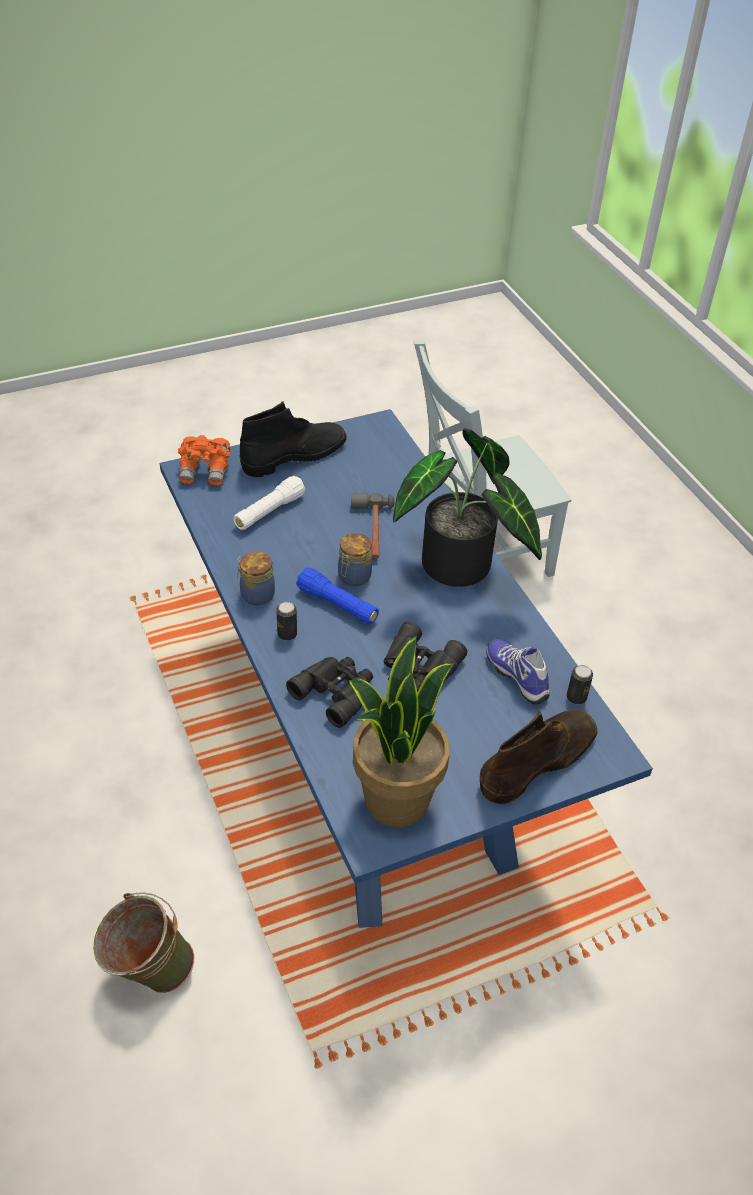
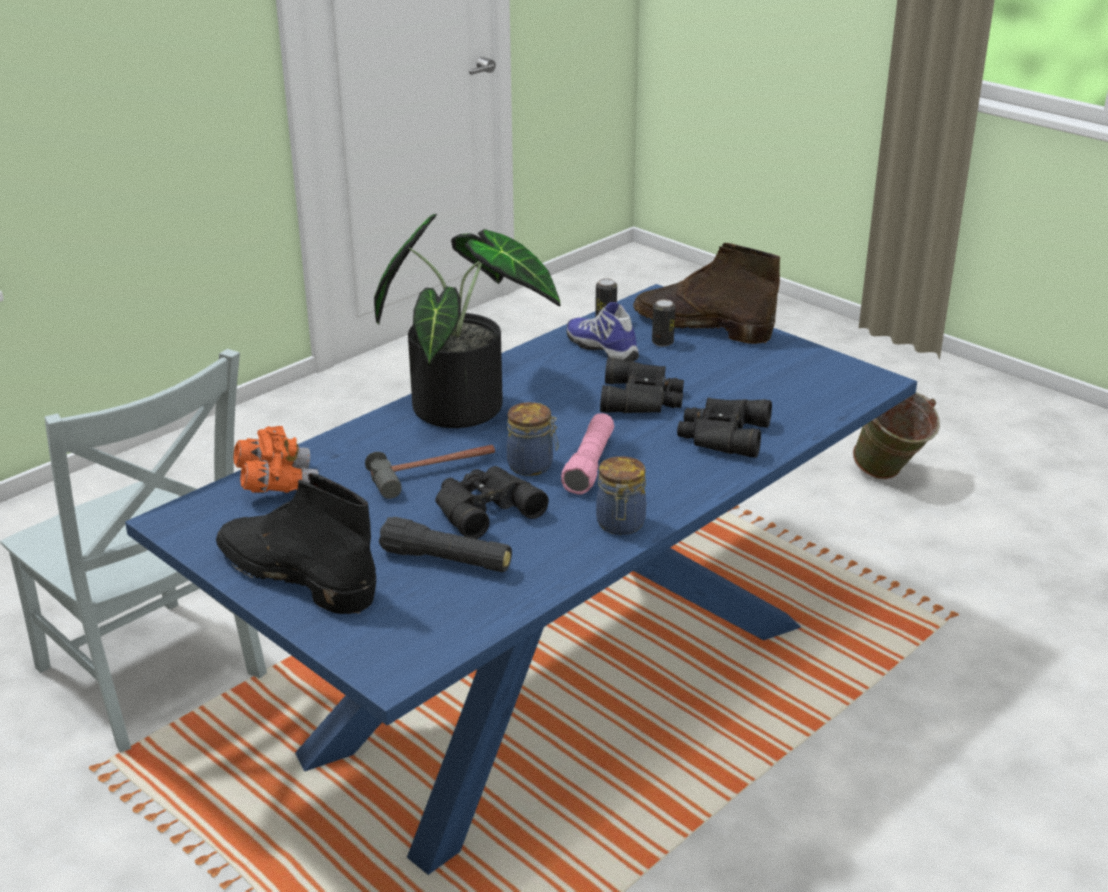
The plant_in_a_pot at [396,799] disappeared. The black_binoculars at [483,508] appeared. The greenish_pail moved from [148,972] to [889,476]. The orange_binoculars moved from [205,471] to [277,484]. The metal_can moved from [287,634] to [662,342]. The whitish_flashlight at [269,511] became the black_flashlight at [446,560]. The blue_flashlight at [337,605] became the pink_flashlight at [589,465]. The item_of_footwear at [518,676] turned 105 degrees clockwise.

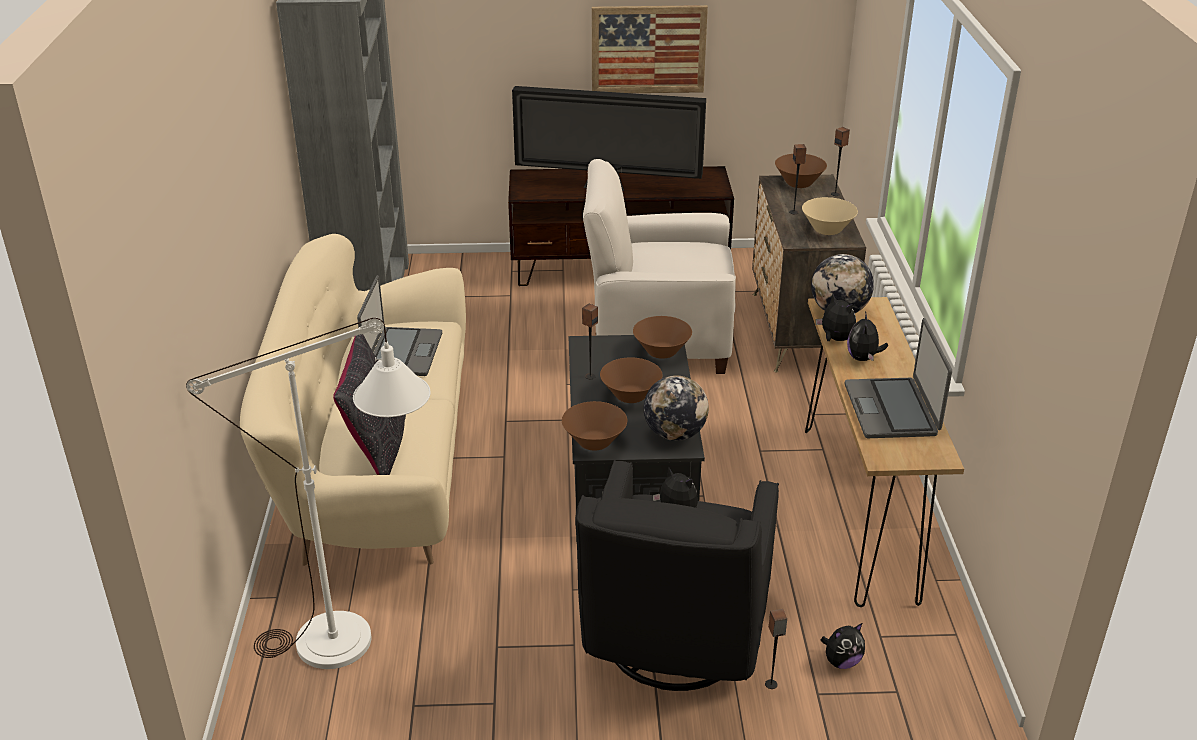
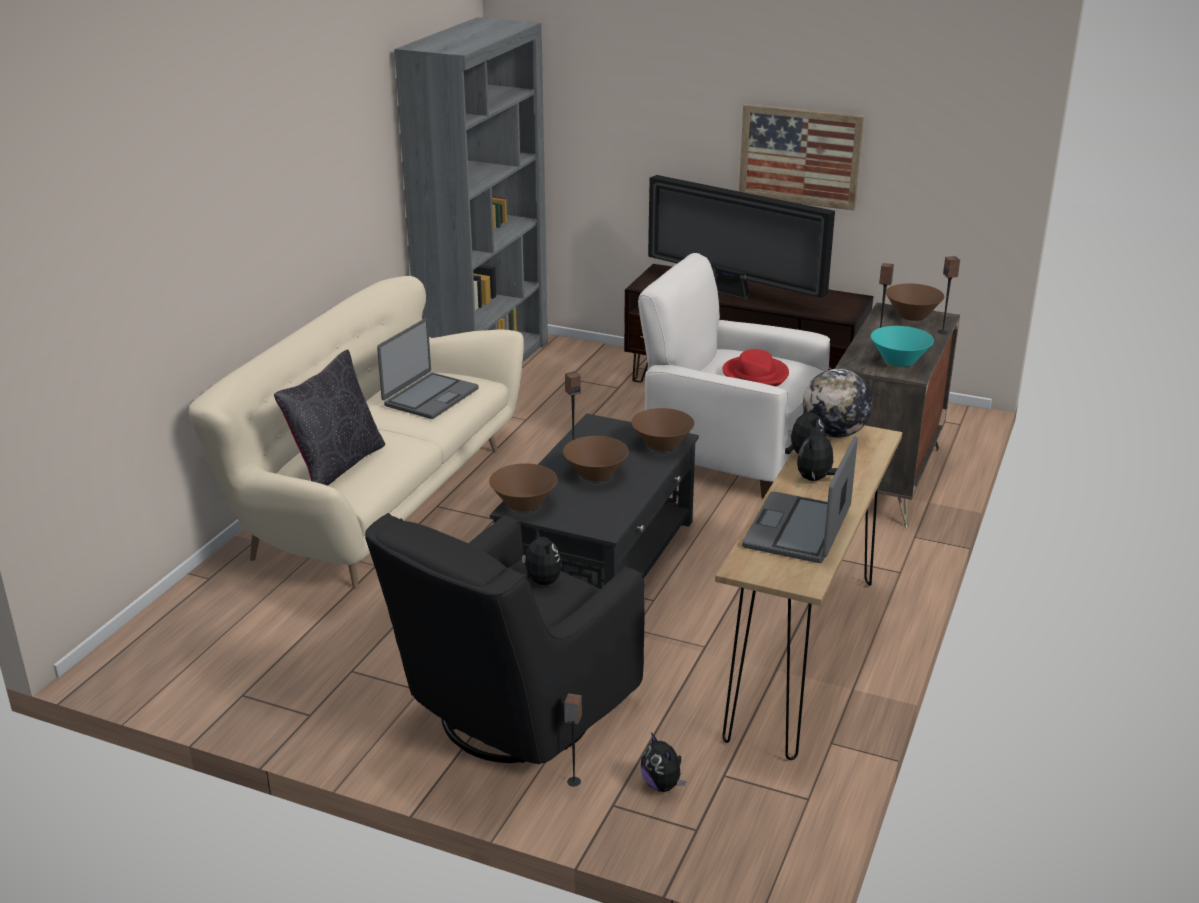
The whitish_standing_lamp at [356,641] disappeared. The world_globe at [674,434] disappeared. The red-coloured_wearable_hat at [755,375] appeared. The beige-coloured_deep_dish at [827,230] became the turquoise_deep_dish at [899,361]. The plush_toy at [841,661] turned 60 degrees clockwise.

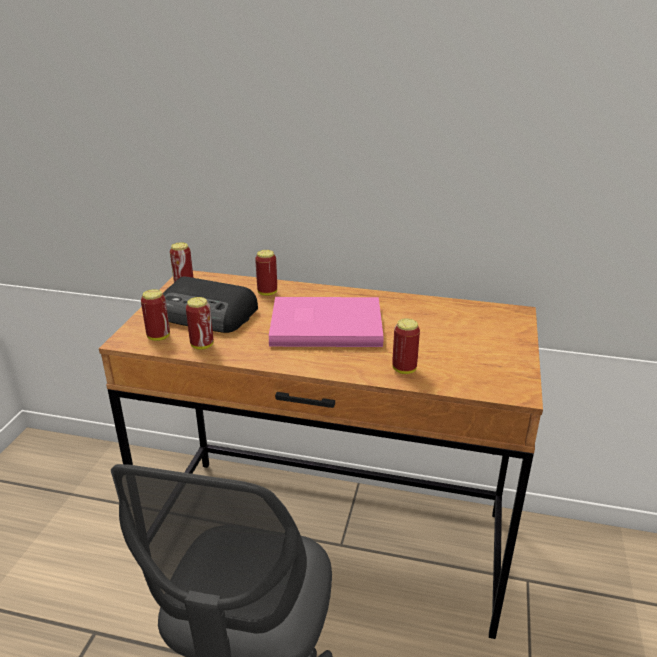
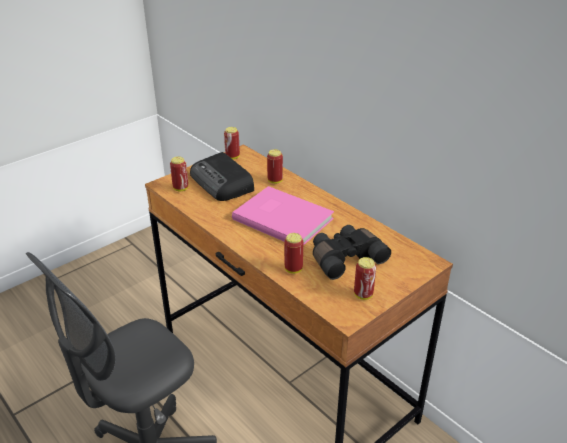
The black_binoculars at [345,258] appeared. The metal_can moved from [202,345] to [363,295].

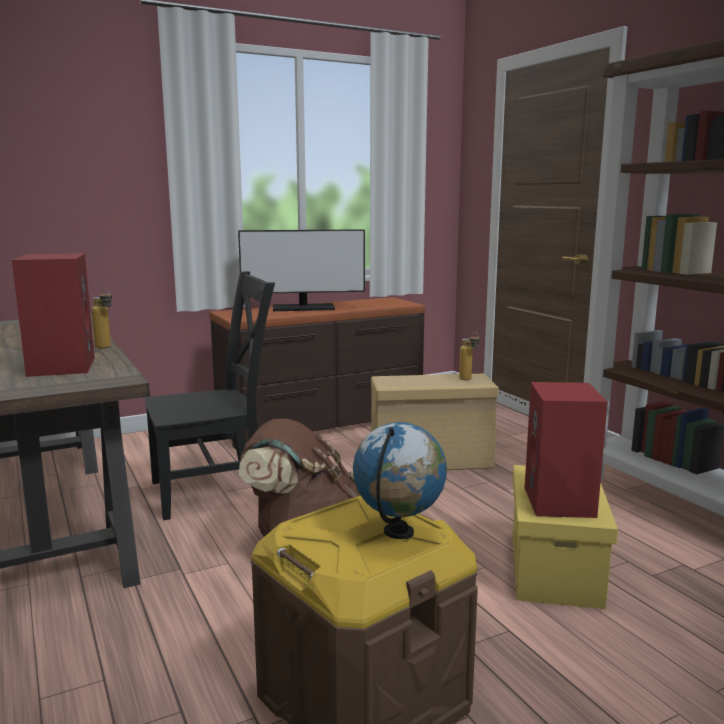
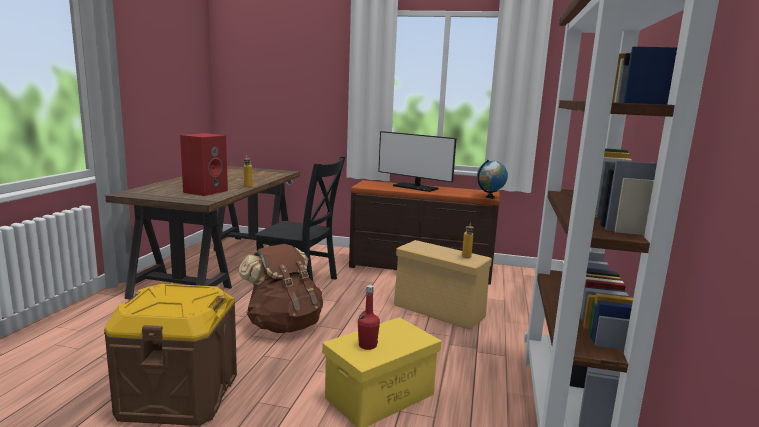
The world_globe moved from [399,533] to [490,197]. The red-coloured_loudspeaker at [561,503] was replaced by the red-coloured_drink_bottle at [367,345].

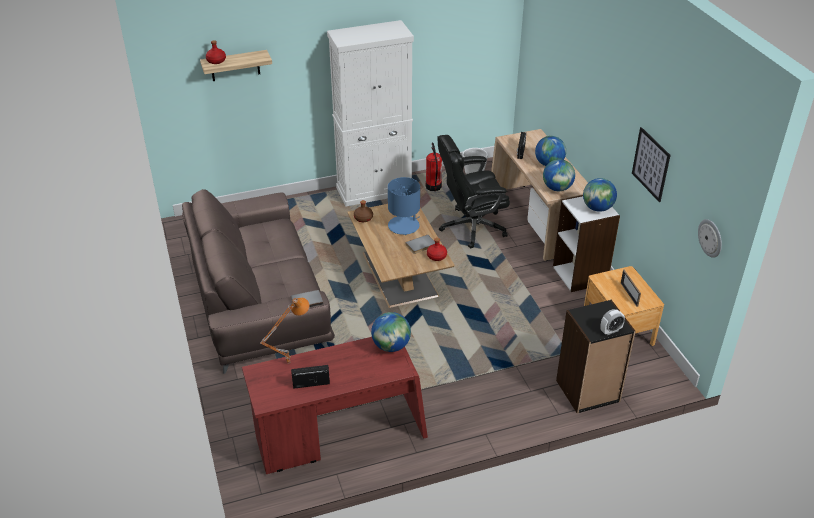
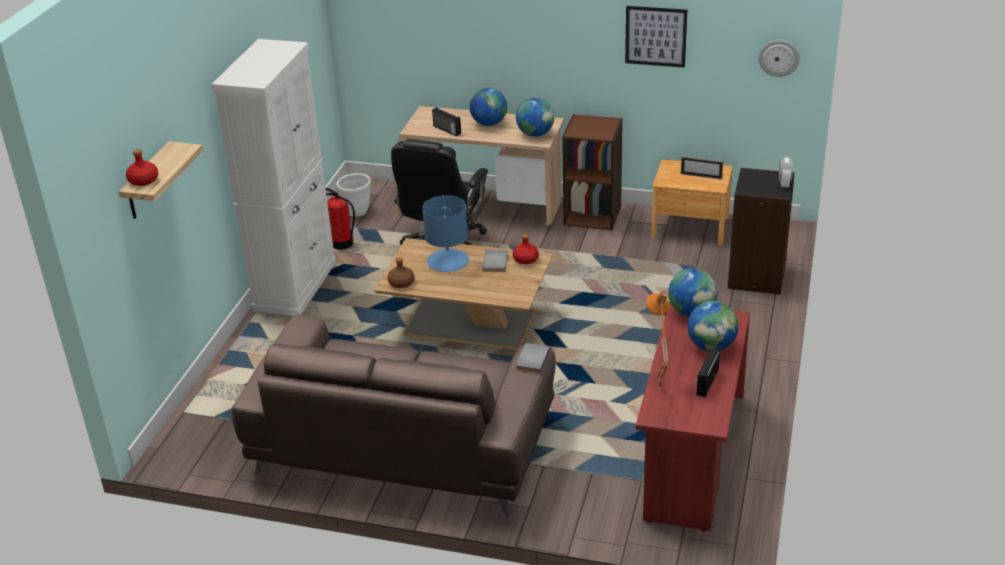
The world_globe moved from [597,208] to [711,346]. The whitish_shelving_unit at [580,275] became the brownish_shelving_unit at [592,215].

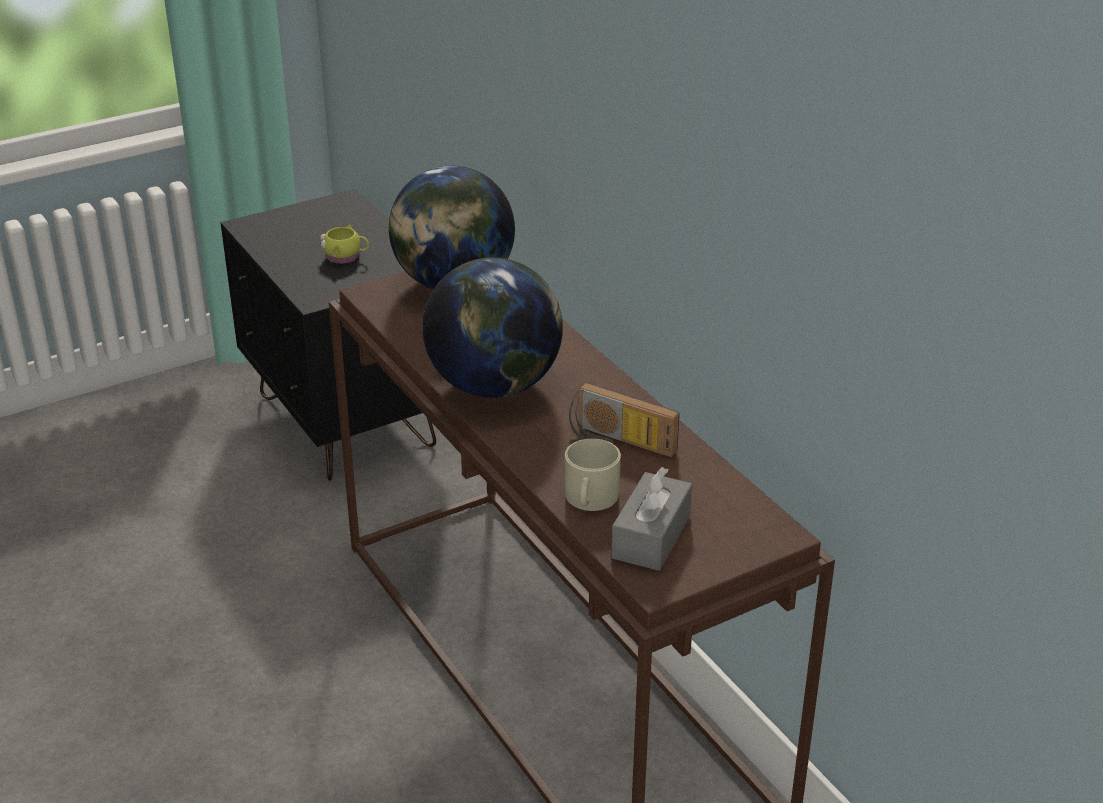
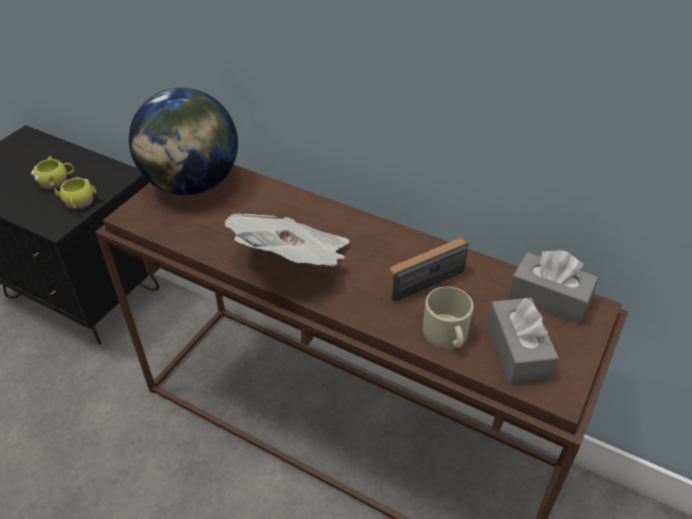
The yellow-coloured_mug at [79,203] appeared. The greyish_box_of_tissues at [549,298] appeared. The world_globe at [495,385] was replaced by the printed_paper at [294,261]. The radio at [619,443] turned 150 degrees clockwise.

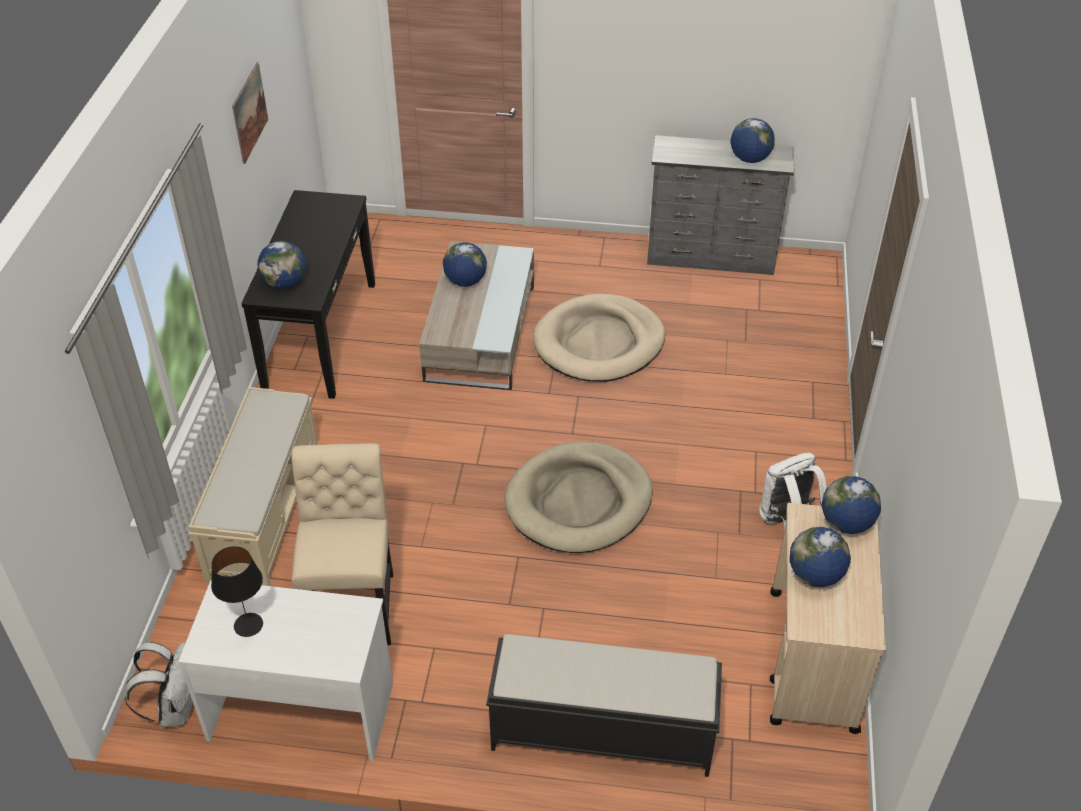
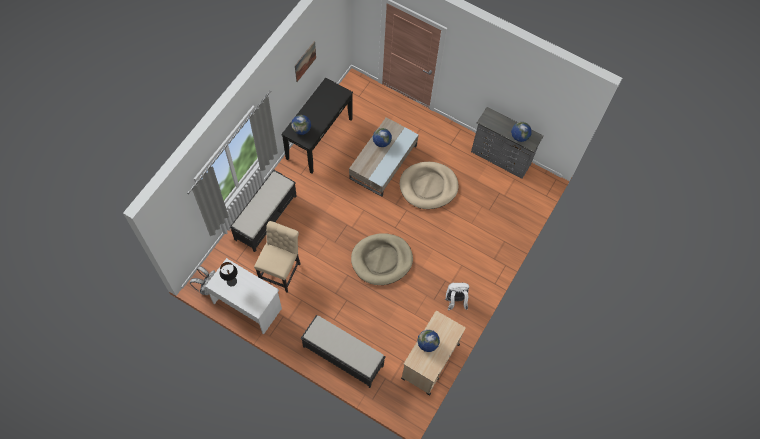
The world_globe at [846,523] disappeared. The beige-coloured_long_seat at [265,511] became the black_long_seat at [266,217].

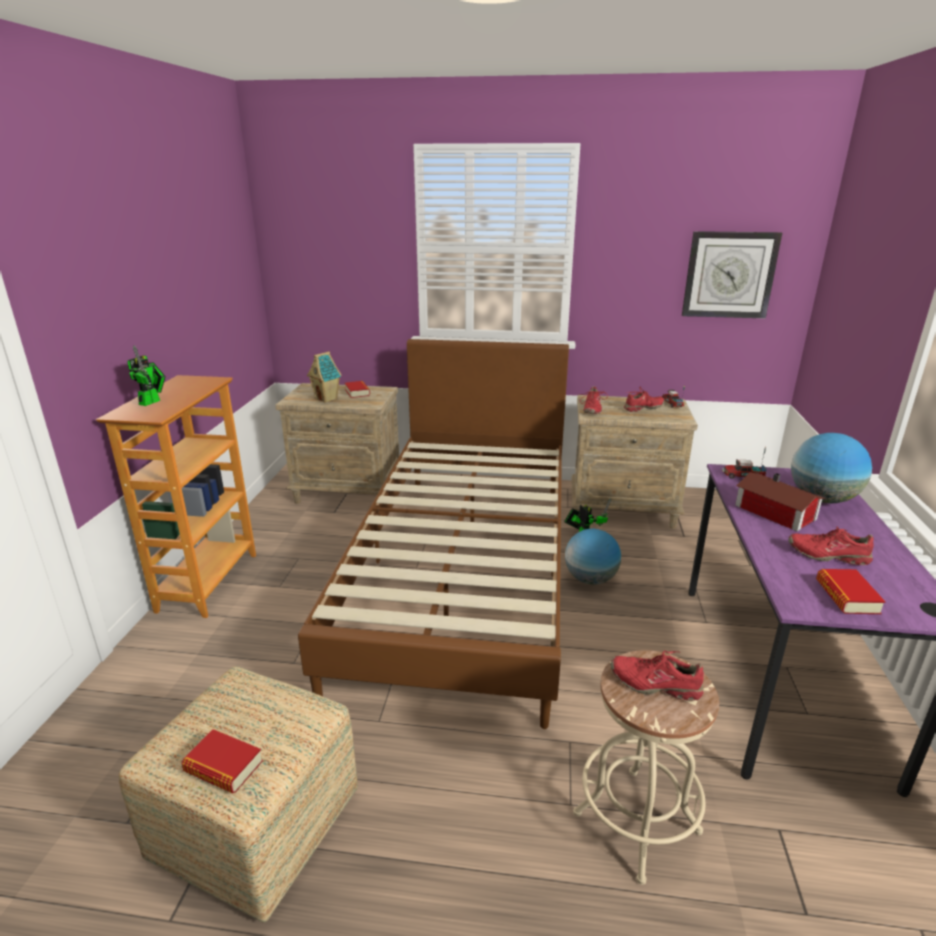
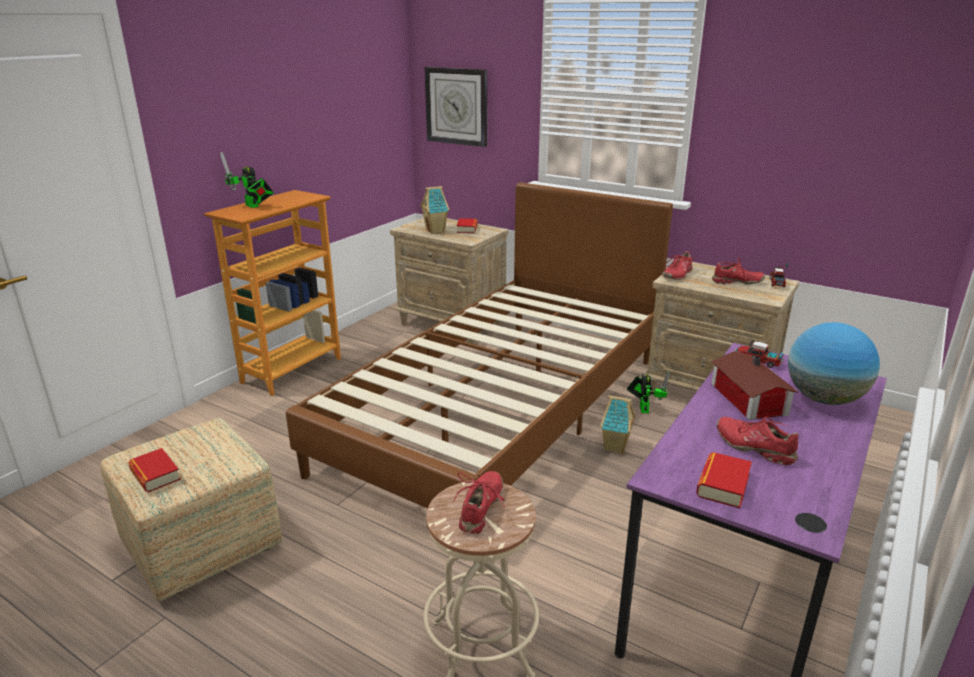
The wall_clock moved from [729,275] to [457,106]. The world_globe at [590,579] was replaced by the miniature_house at [616,447]. The model_robot at [152,401] turned 90 degrees clockwise. The red-coloured_item_of_footwear at [655,684] turned 60 degrees clockwise.

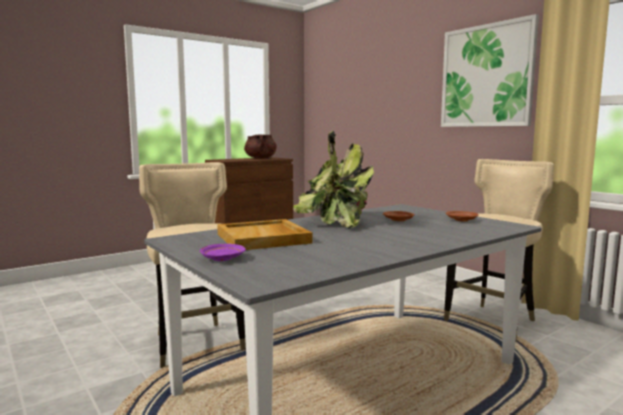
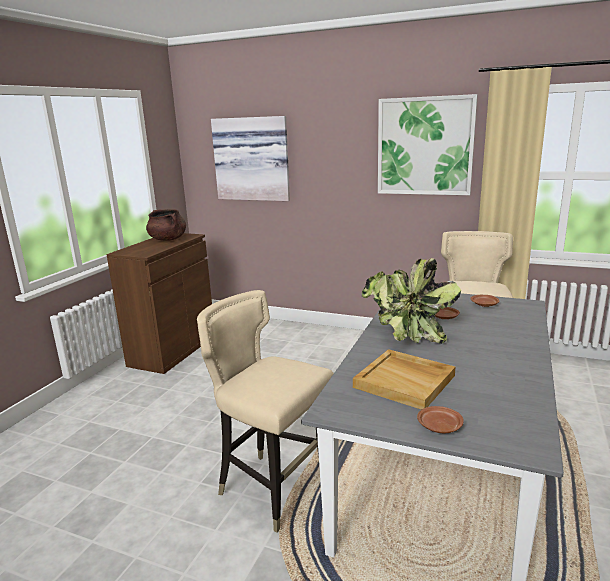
The wall_picture at [252,159] appeared. The purple-coloured_plate at [222,258] became the brownish_plate at [439,426].

